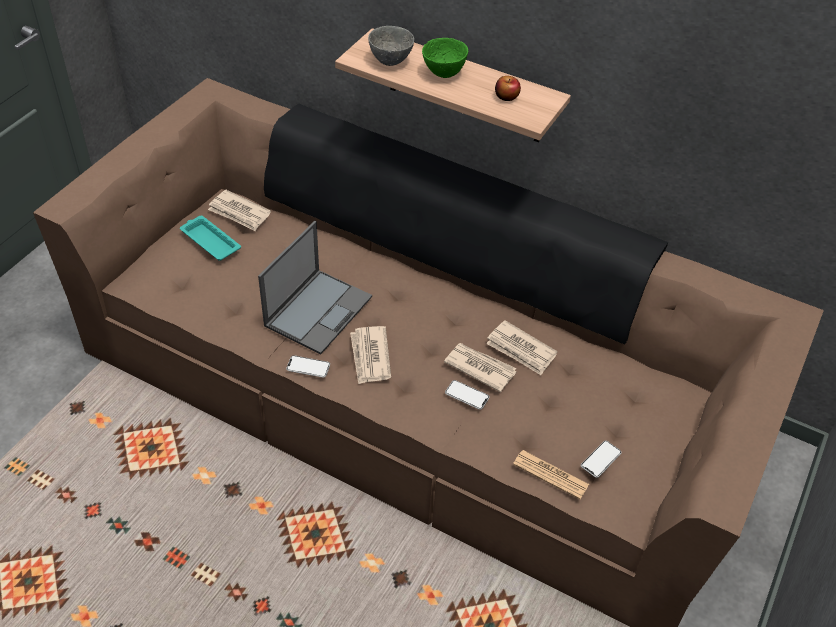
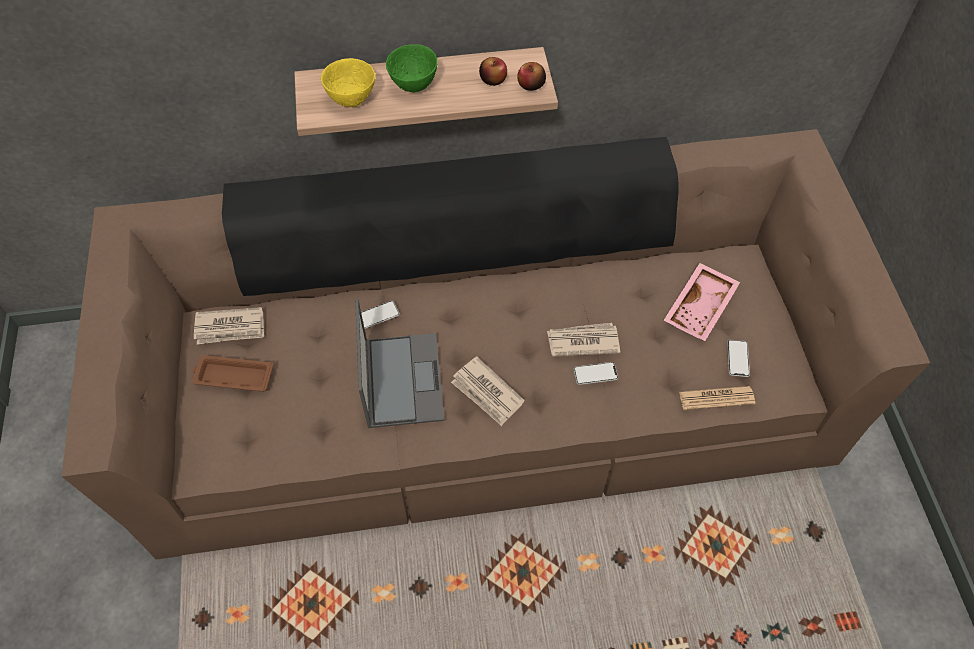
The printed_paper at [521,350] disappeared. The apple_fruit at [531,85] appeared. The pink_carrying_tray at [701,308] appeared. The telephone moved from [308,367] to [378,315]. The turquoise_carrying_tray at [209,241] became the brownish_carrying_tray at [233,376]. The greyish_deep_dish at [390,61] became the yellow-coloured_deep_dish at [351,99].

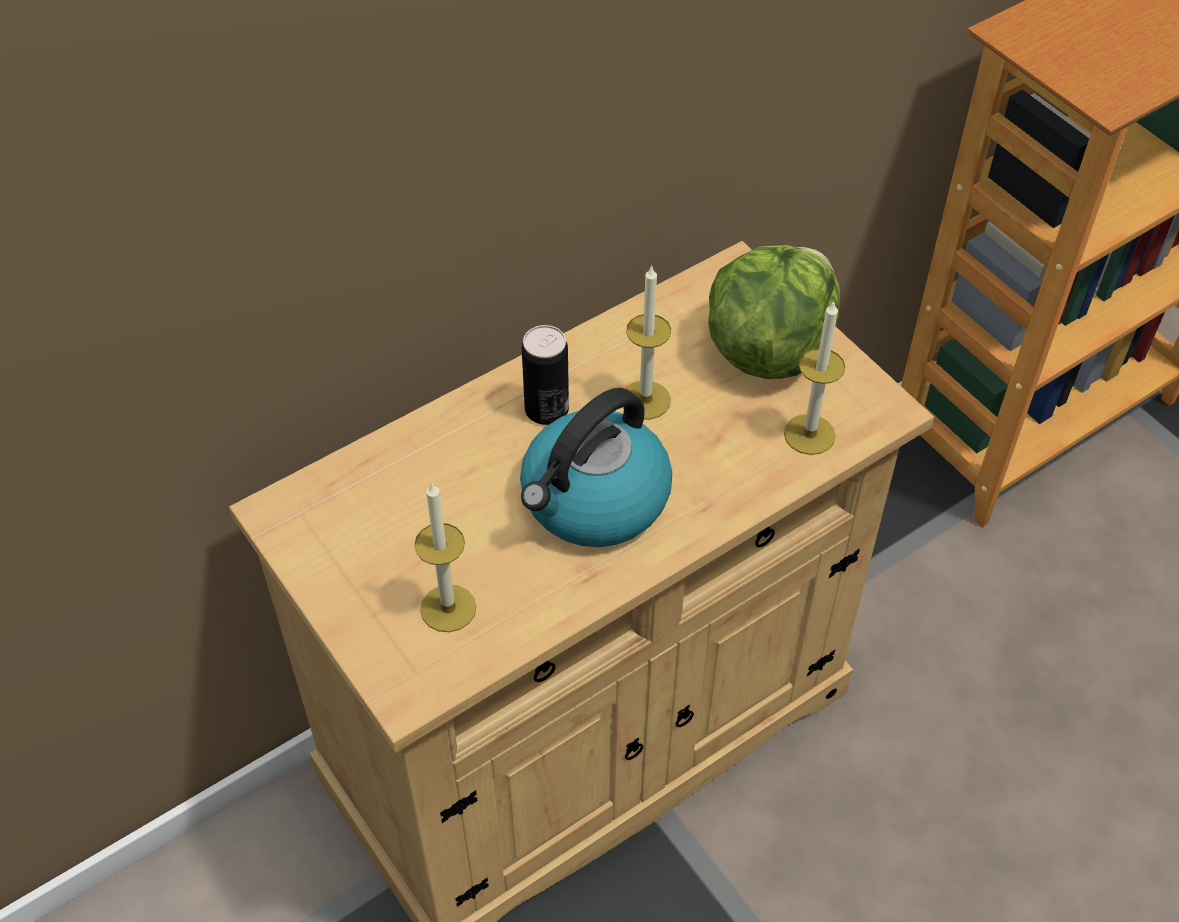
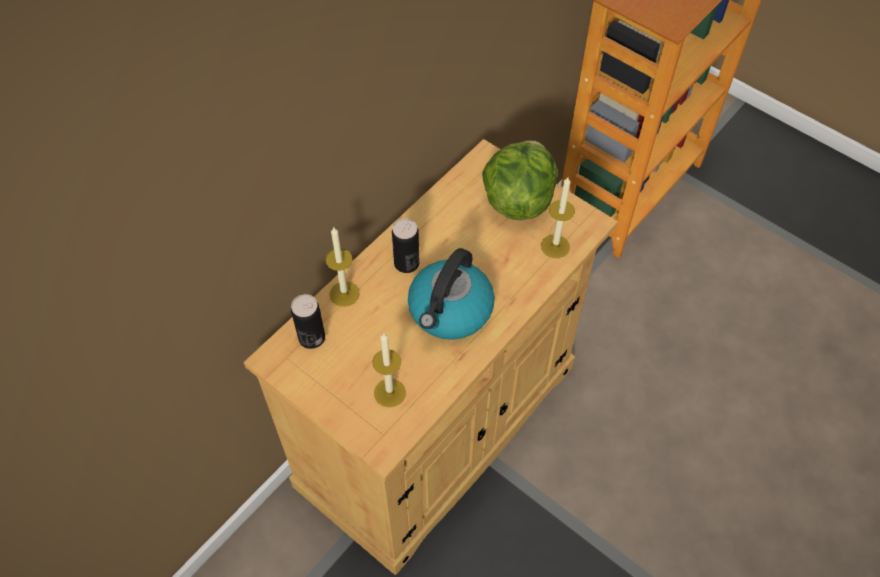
The metal_can at [312,338] appeared. The wax_light moved from [645,400] to [344,293].

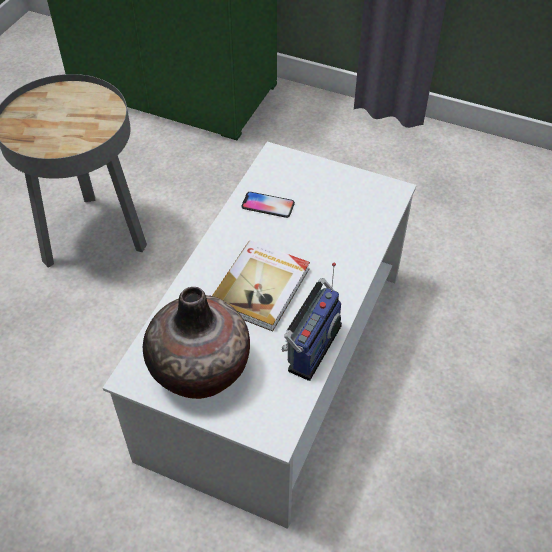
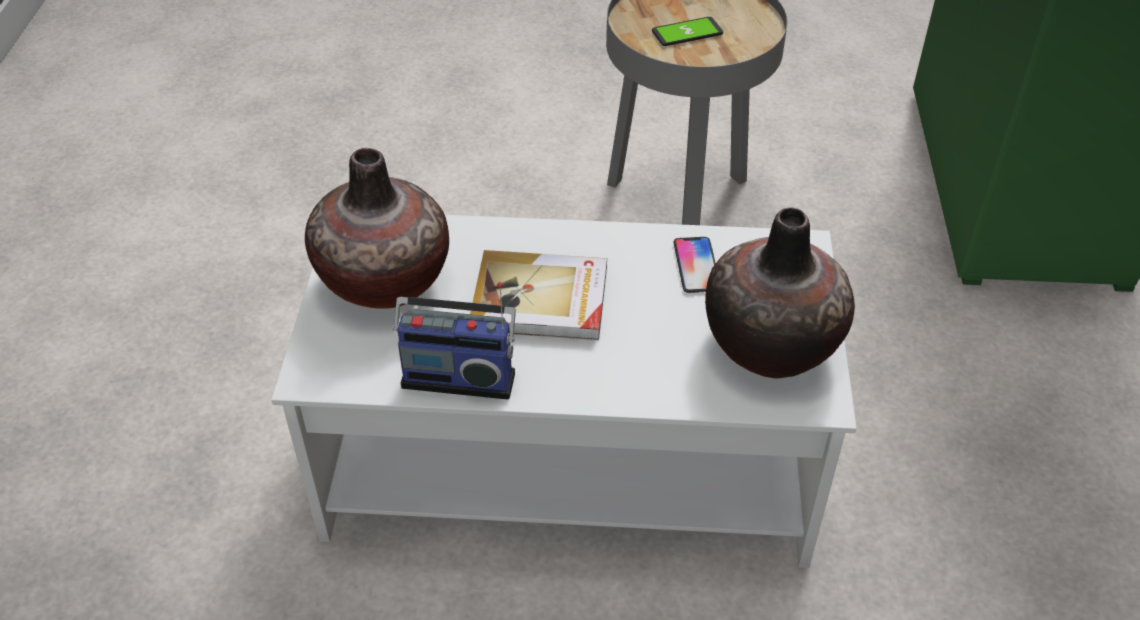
The telephone at [687,33] appeared. The flower_vase at [771,344] appeared.

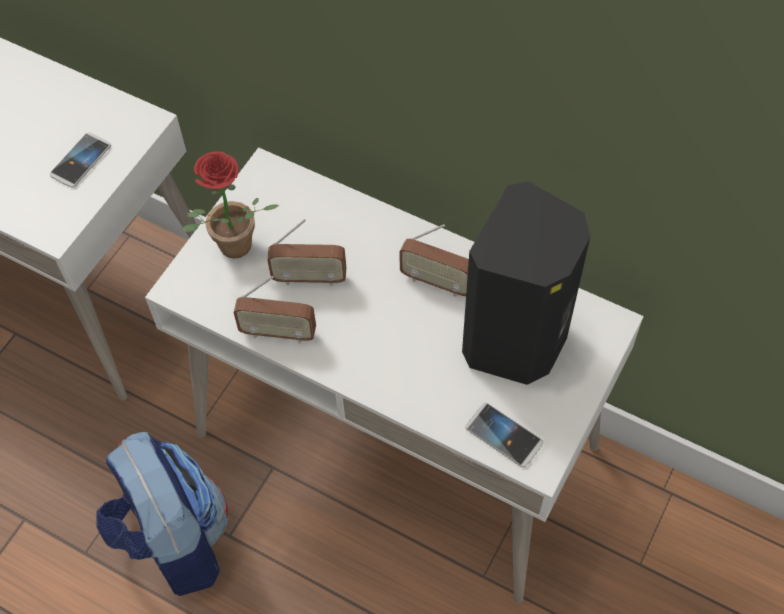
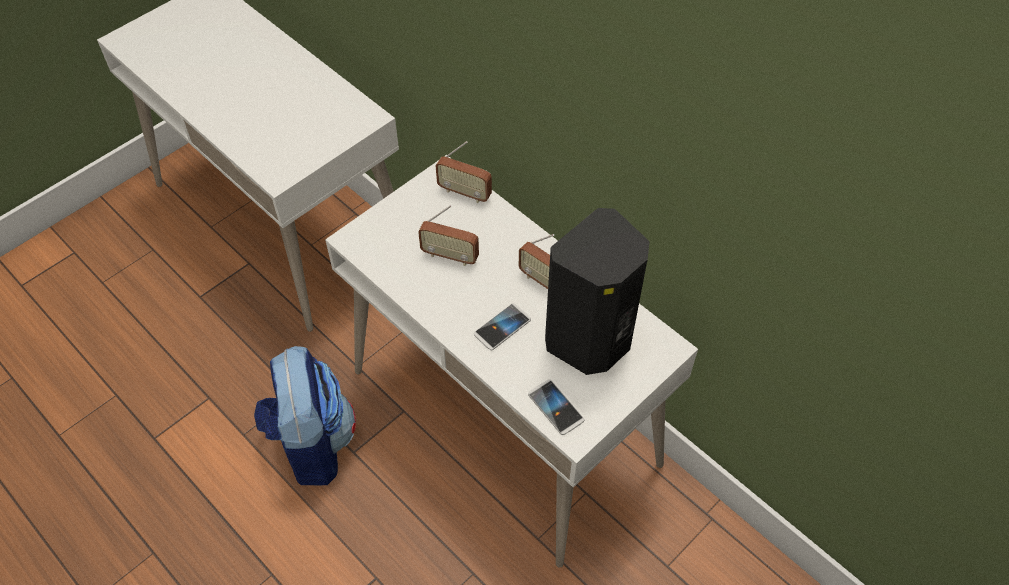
The plant_in_a_pot at [233,251] disappeared. The telephone moved from [81,161] to [502,327]. The radio moved from [278,332] to [464,193].

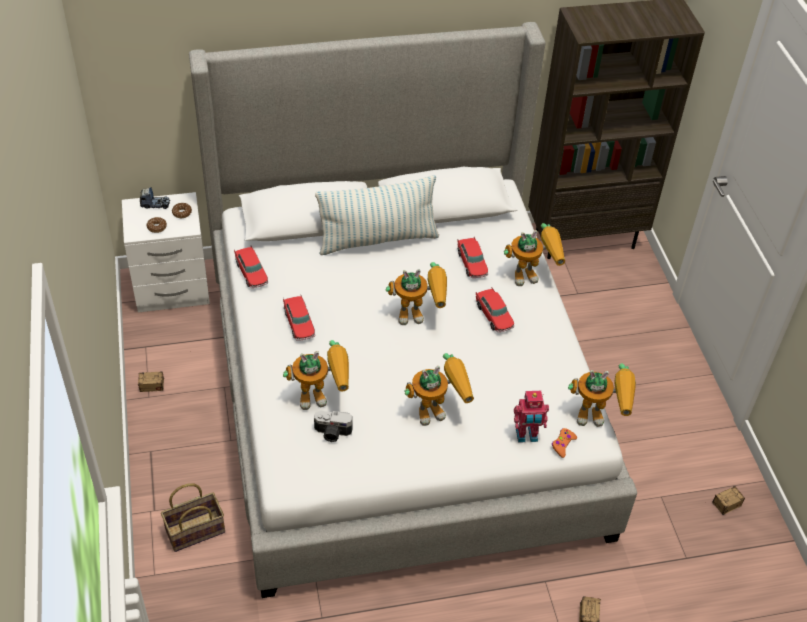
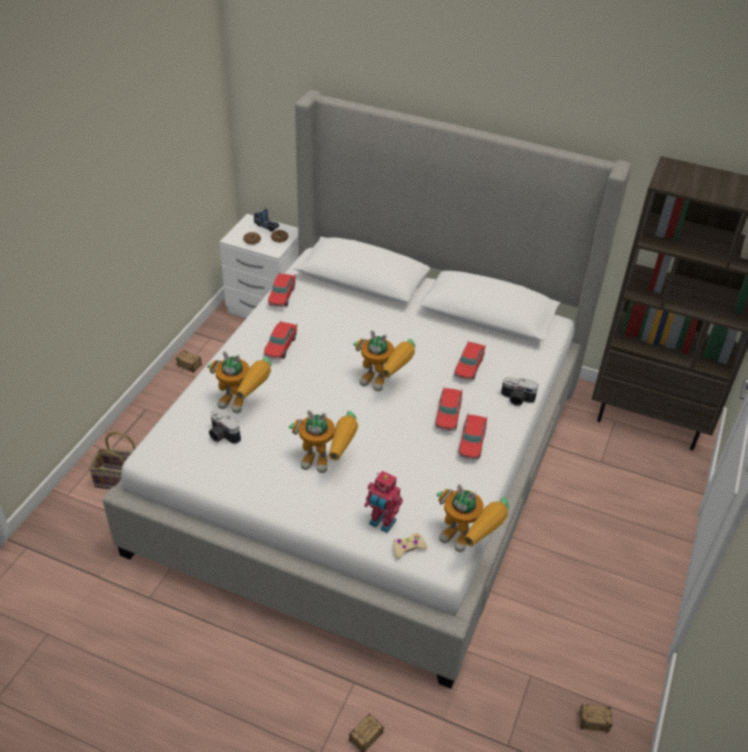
The pillow at [377,240] disappeared. The model_car at [471,443] appeared. The model_robot at [532,274] was replaced by the photo_camera at [517,399]. The orange_gamepad at [563,444] became the beige-coloured_gamepad at [408,548].

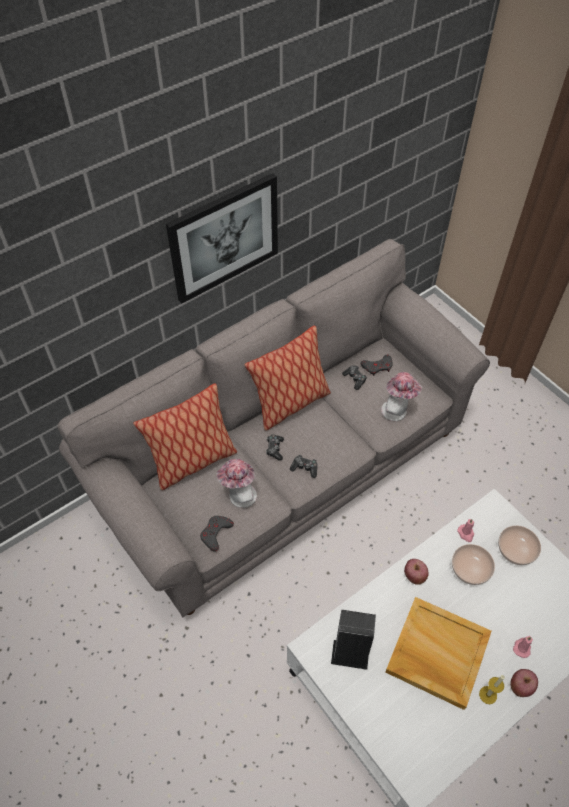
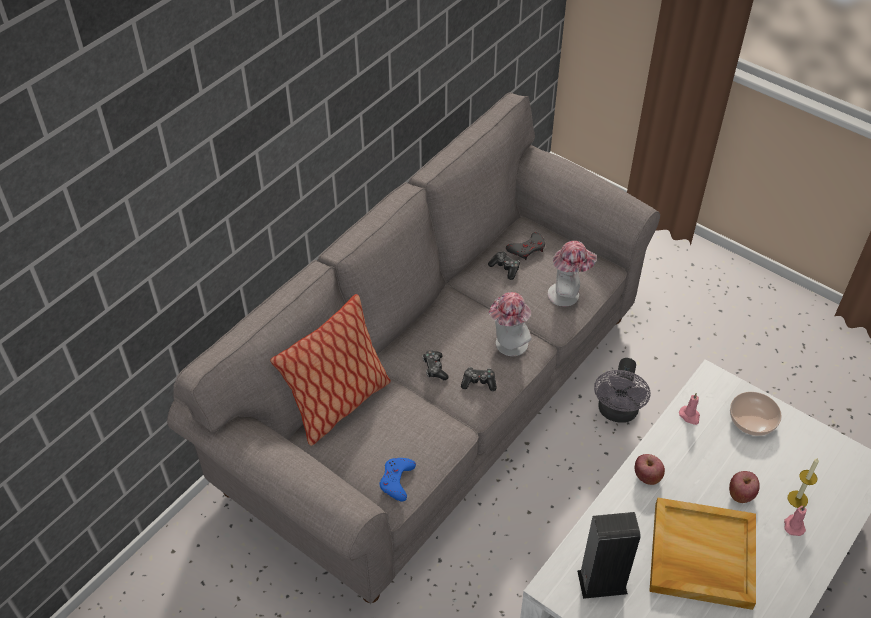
The wall_picture at [224,237] disappeared. The pillow at [290,404] disappeared. The deep_dish at [471,568] disappeared. The greyish_fan at [617,412] appeared. The wearable_hat moved from [239,497] to [508,345]. The wax_light moved from [488,695] to [797,499]. The apple_fruit moved from [520,686] to [741,494]. The greyish_gamepad at [215,533] became the blue_gamepad at [397,481].

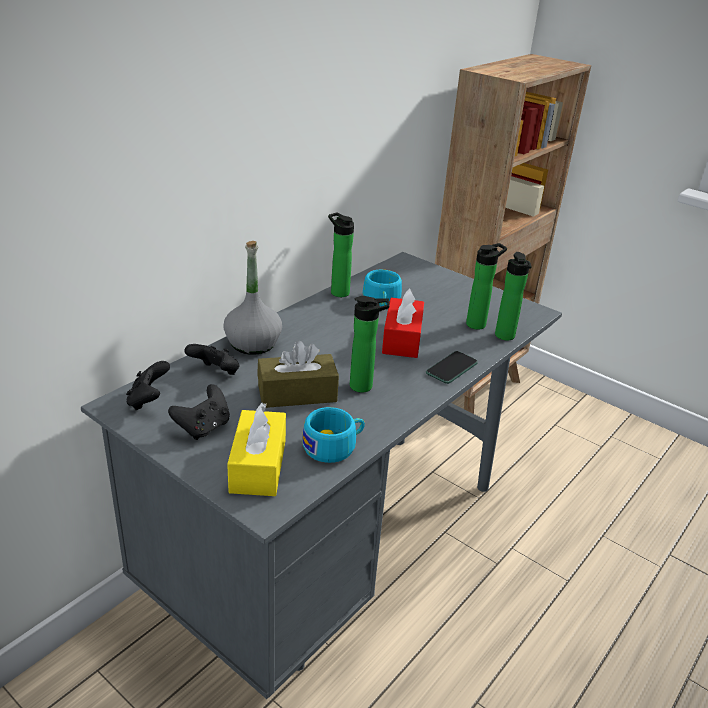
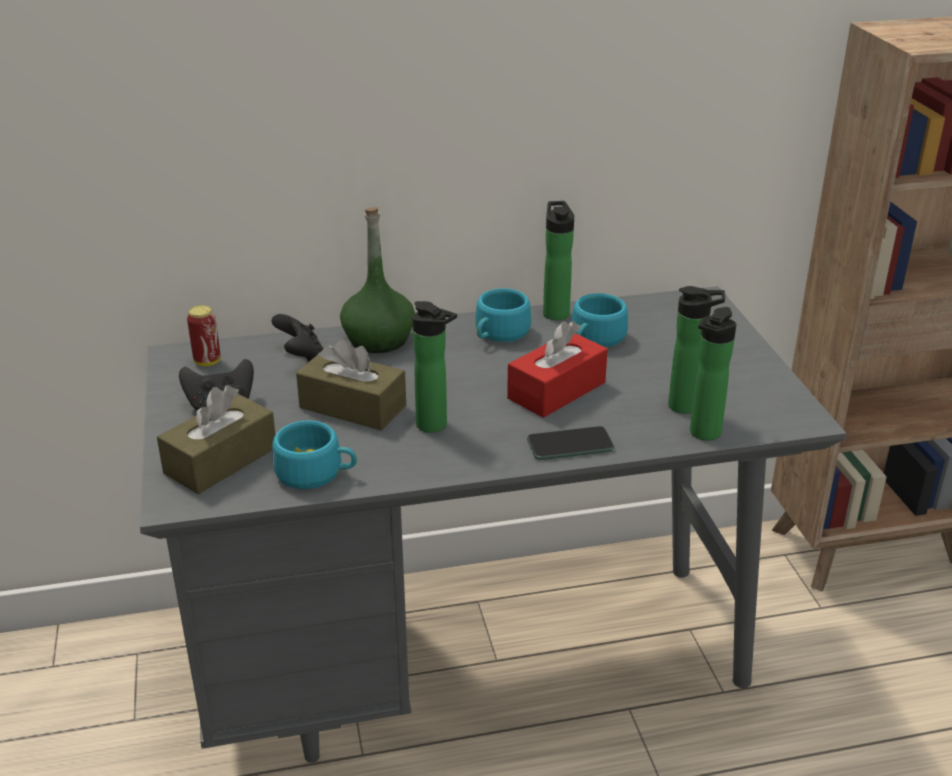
The turquoise_small_cup at [498,334] appeared. The black_gamepad at [148,400] was replaced by the metal_can at [207,362]. The greyish_drink_bottle at [252,343] became the greenish_drink_bottle at [378,339]. The yellow-coloured_box_of_tissues at [258,466] became the brownish_box_of_tissues at [221,460].

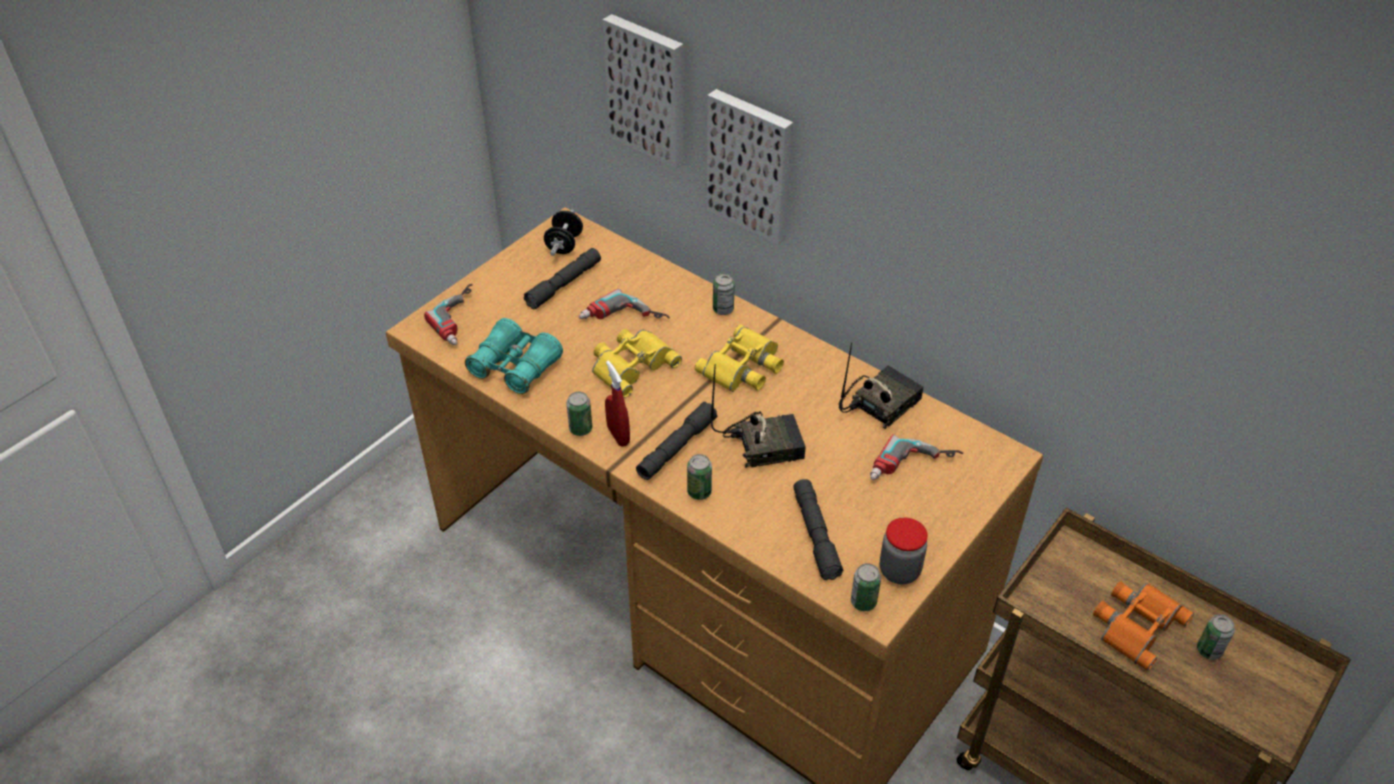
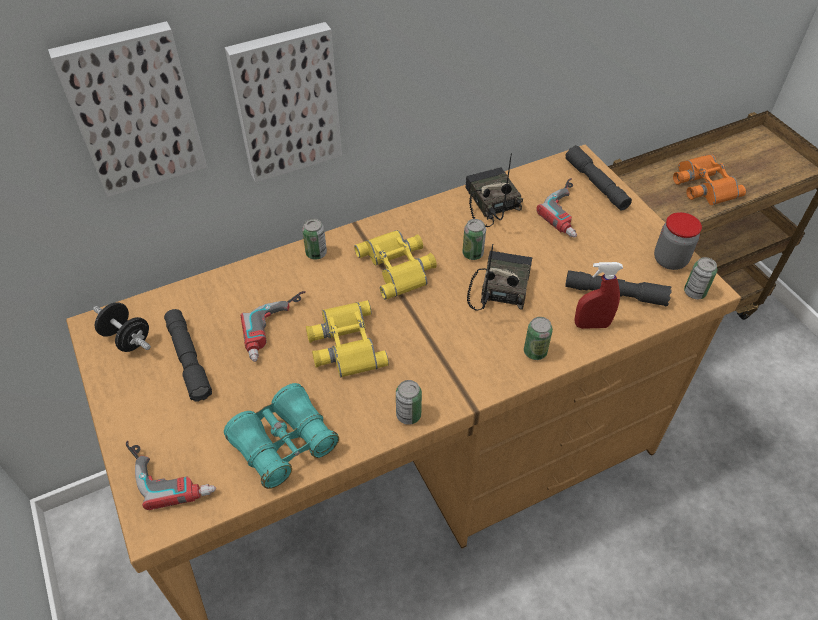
The red-coloured_spray_bottle moved from [618,436] to [591,325]. The greyish_flashlight moved from [676,448] to [596,184]. The metal_can moved from [1209,650] to [472,254].

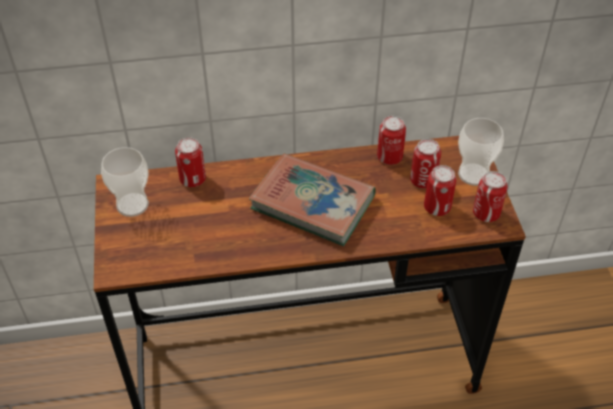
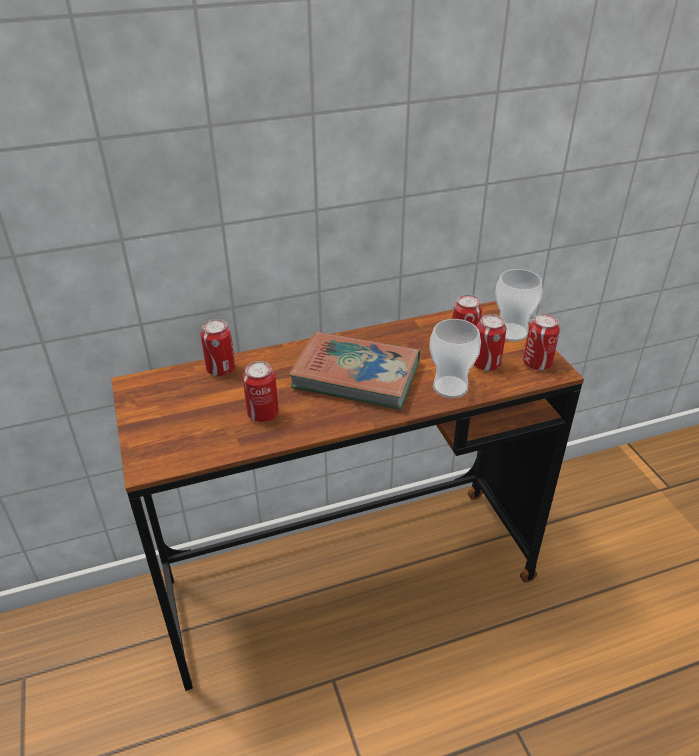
The small_cup moved from [132,205] to [450,387]. The metal_can moved from [389,157] to [263,414].

